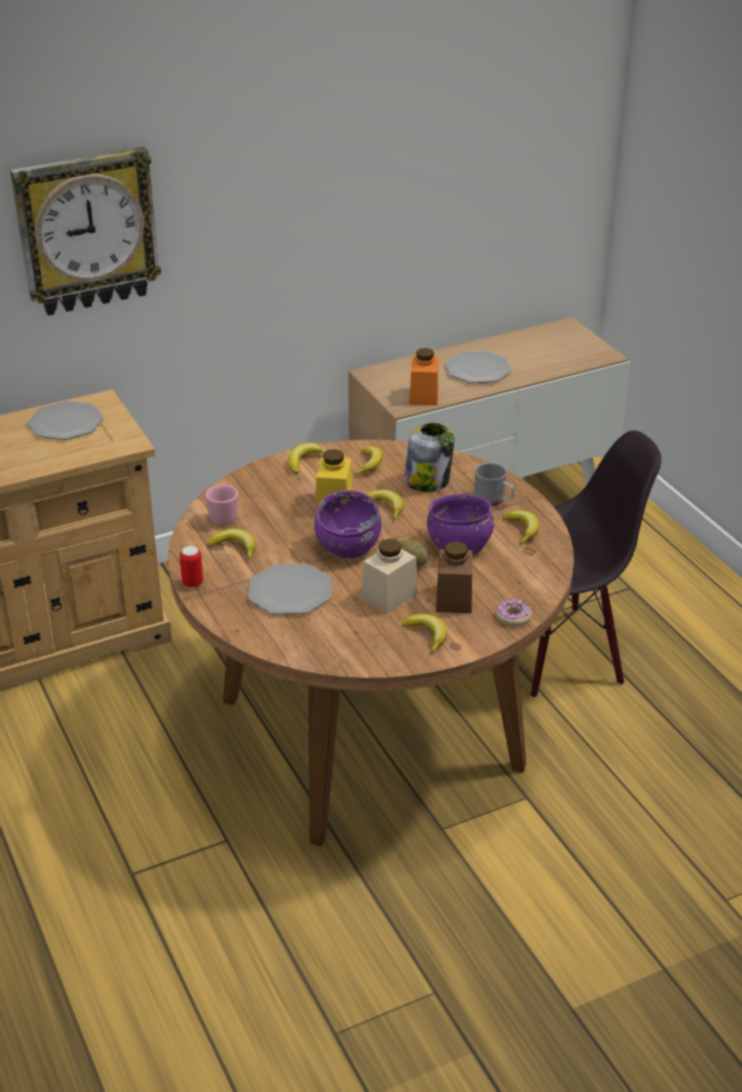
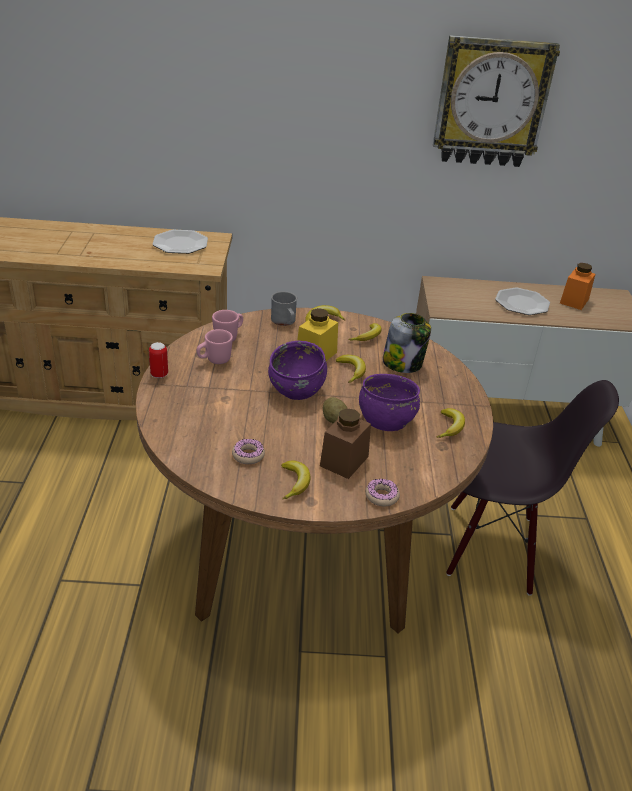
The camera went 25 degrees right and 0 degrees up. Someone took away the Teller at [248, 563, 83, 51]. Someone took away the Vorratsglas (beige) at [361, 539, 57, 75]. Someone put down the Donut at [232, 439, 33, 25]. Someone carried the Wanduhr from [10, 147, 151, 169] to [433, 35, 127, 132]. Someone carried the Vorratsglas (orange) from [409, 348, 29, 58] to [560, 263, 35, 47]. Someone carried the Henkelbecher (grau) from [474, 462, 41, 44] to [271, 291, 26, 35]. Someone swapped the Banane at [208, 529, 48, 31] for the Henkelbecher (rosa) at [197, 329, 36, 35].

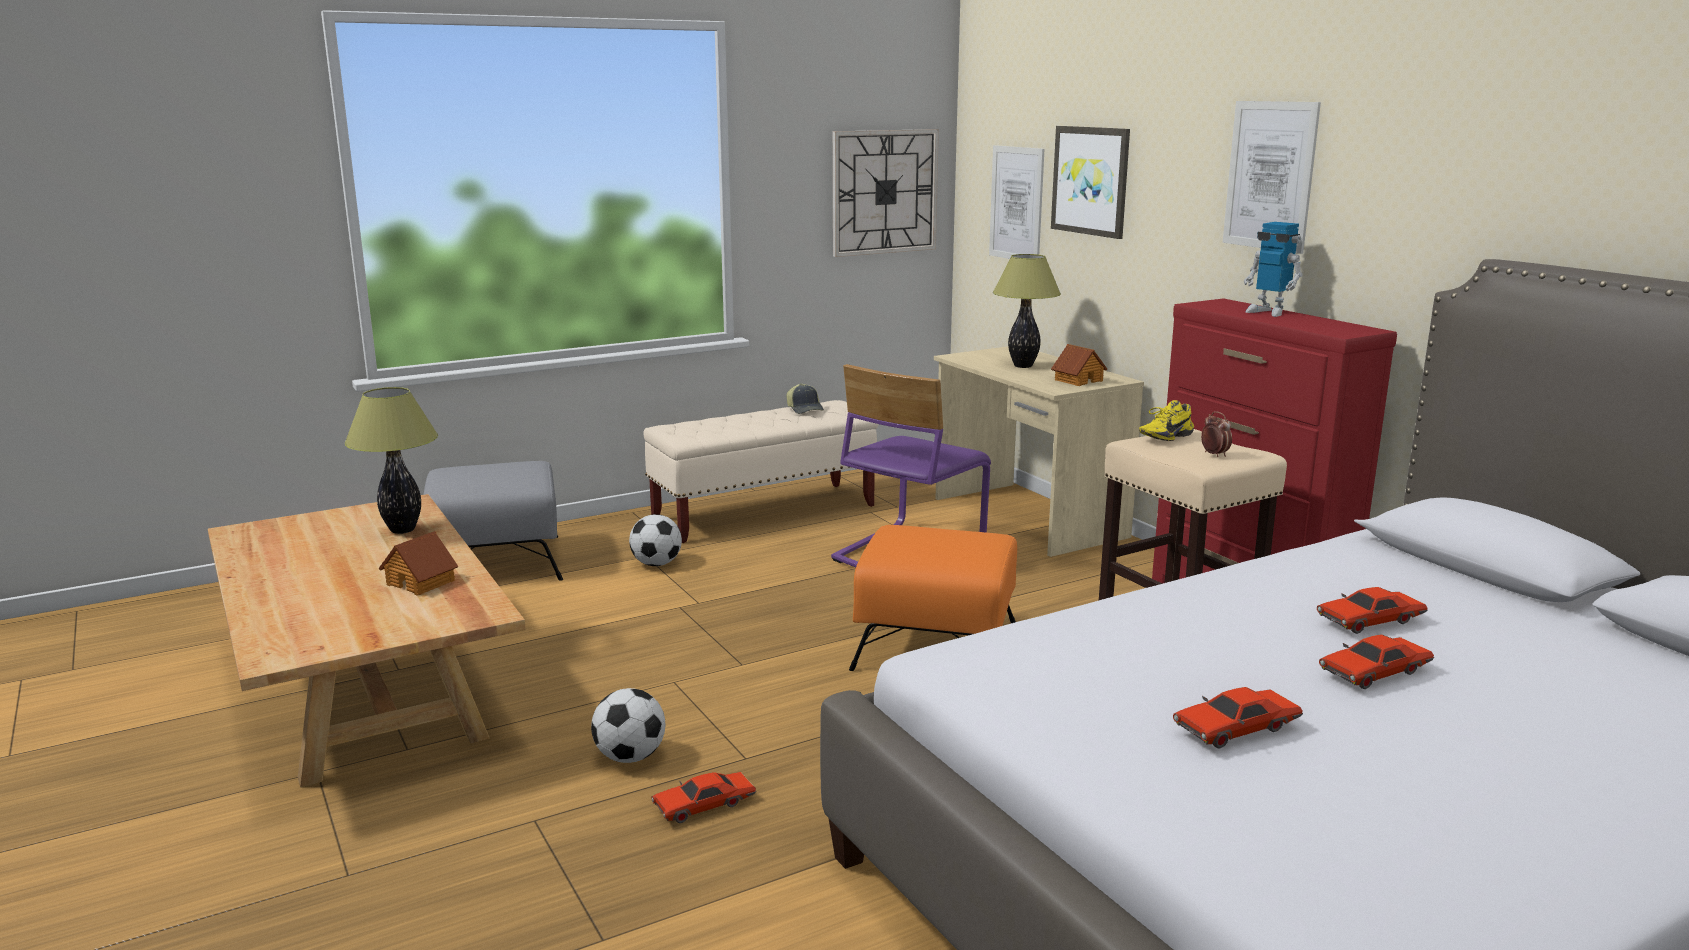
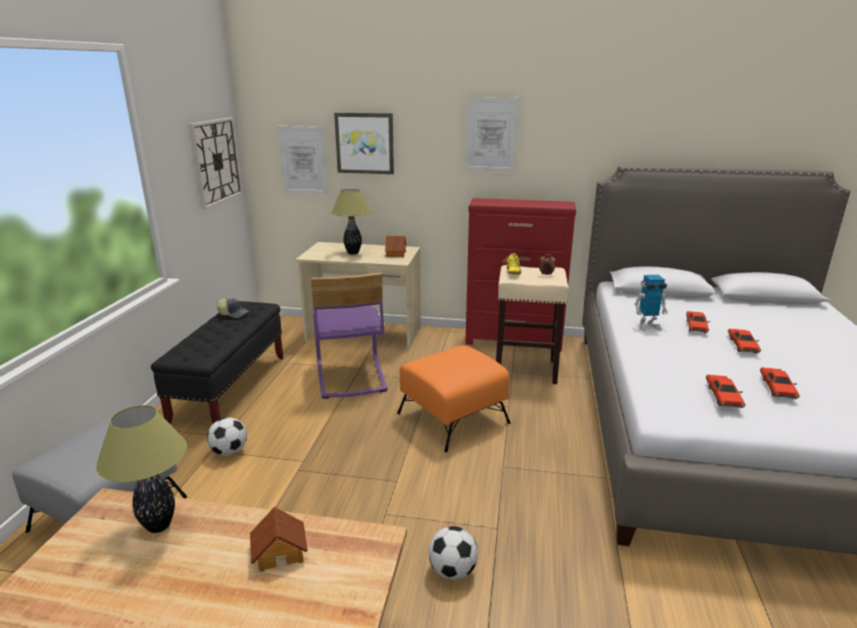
The camera went 50 degrees left and 5 degrees up. Someone carried the Spielzeugauto (rot) from [651, 772, 105, 51] to [706, 375, 39, 33]. Someone carried the Spielzeugroboter from [1244, 222, 59, 95] to [634, 275, 34, 56]. Someone repainted the Bank (beige) at [644, 400, 234, 143], which became the Bank (schwarz) at [151, 301, 132, 123].

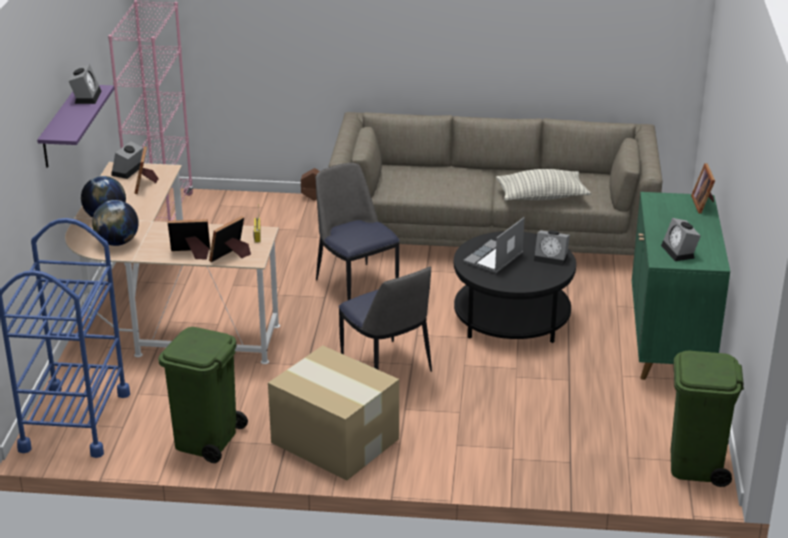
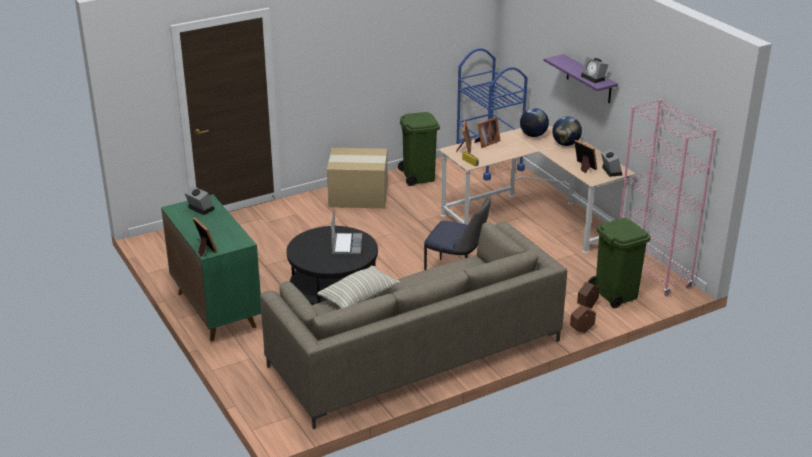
The camera went 145 degrees right and 0 degrees up. Someone took away the Stuhl at [339, 267, 93, 105]. Someone took away the Wecker at [534, 230, 36, 36]. Someone put down the Pflanzkübel (braun) at [577, 282, 23, 26]. Someone carried the Mülleimer (grün) from [671, 351, 73, 136] to [588, 218, 63, 90].

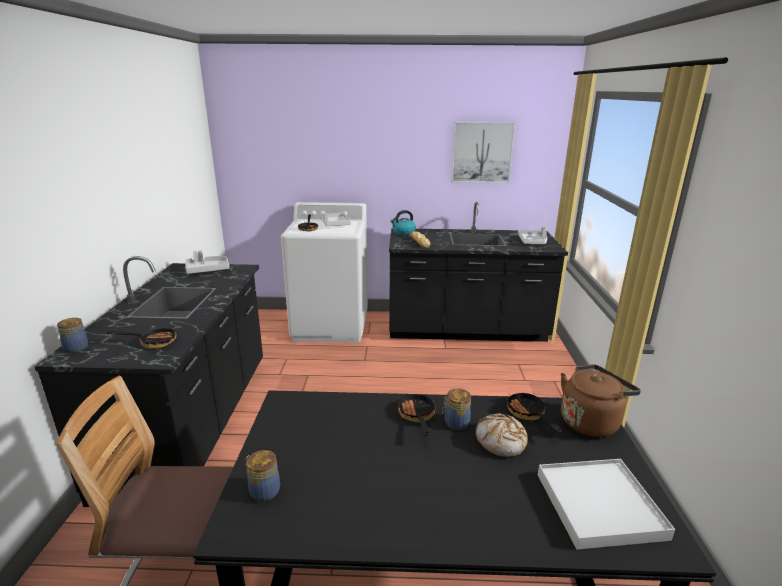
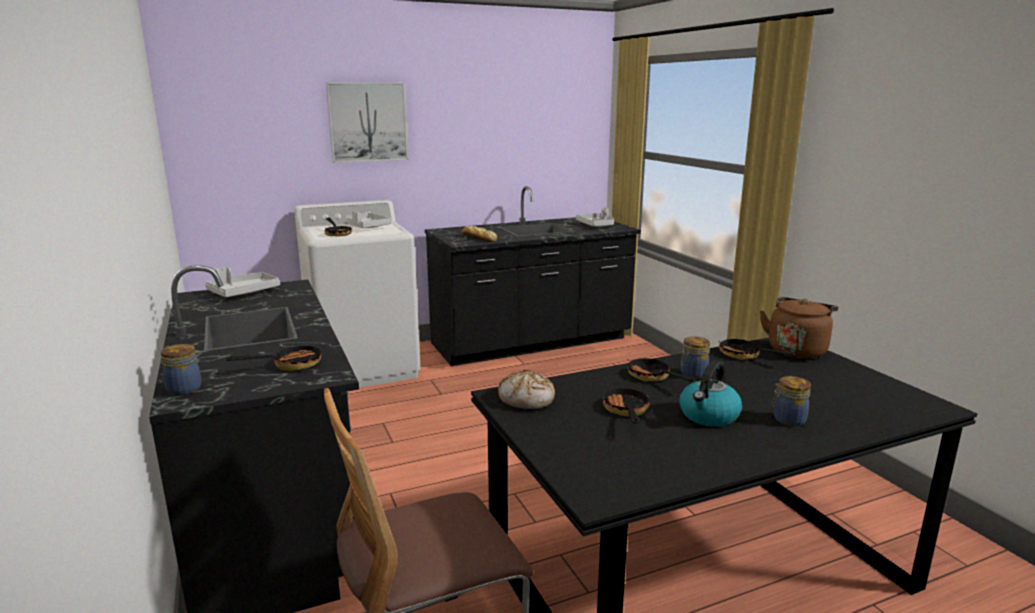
The camera went 25 degrees left and 5 degrees down. Someone took away the Tablett (weiß) at [538, 459, 137, 91]. Someone put down the Pfanne at [603, 386, 47, 38]. Someone carried the Vorratsglas from [246, 450, 34, 52] to [772, 376, 39, 50]. Someone carried the Wasserkessel from [391, 210, 25, 25] to [680, 361, 62, 66]. Someone carried the Bild from [451, 121, 65, 62] to [326, 82, 82, 81]. Someone carried the Brot from [476, 413, 52, 44] to [499, 370, 56, 39].

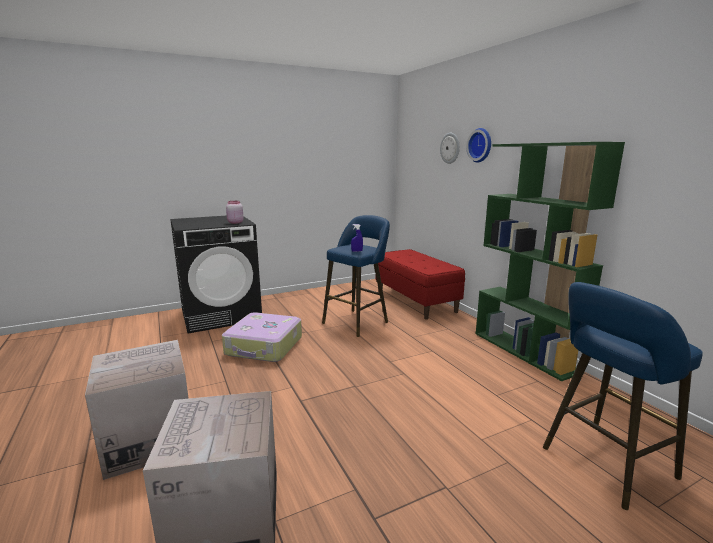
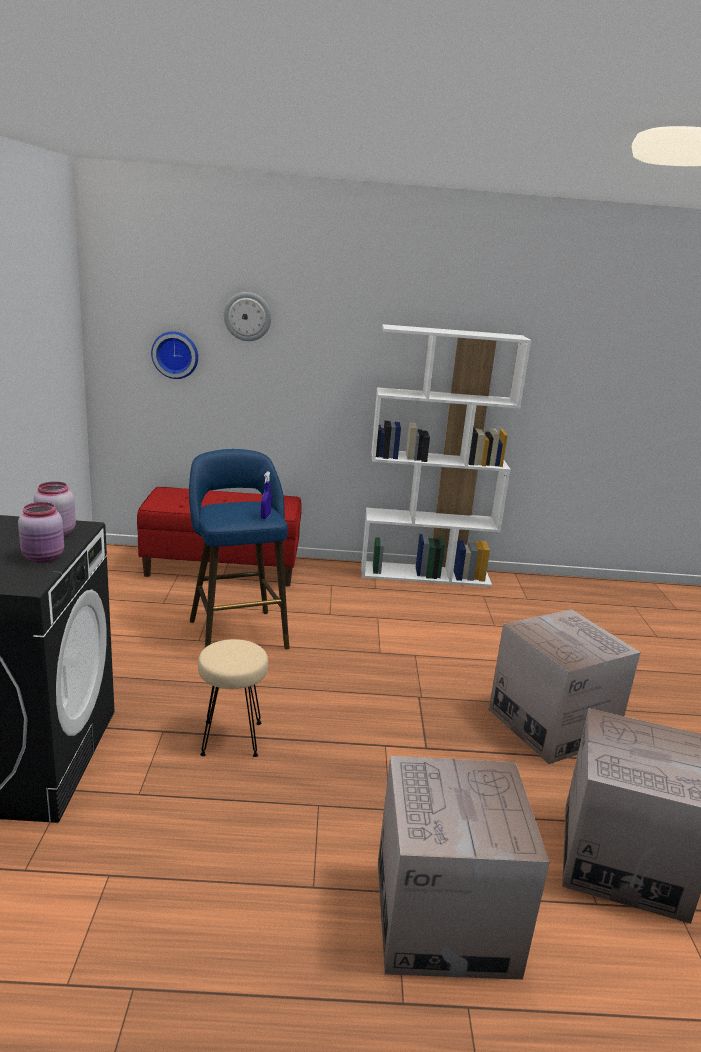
The camera went 65 degrees left and 5 degrees up. Someone took away the Hocker (blau) at [543, 282, 160, 228]. Someone put down the Vorratsglas (rosa) at [18, 502, 46, 61]. Someone put down the Karton at [489, 609, 152, 155]. Someone carried the Wanduhr from [466, 128, 25, 35] to [151, 331, 47, 48]. Someone swapped the Koffer at [222, 312, 80, 50] for the Hocker (beige) at [198, 639, 70, 118]. Someone repainted the Bücherregal (grün) at [476, 142, 149, 239], which became the Bücherregal (weiß) at [361, 324, 171, 263].

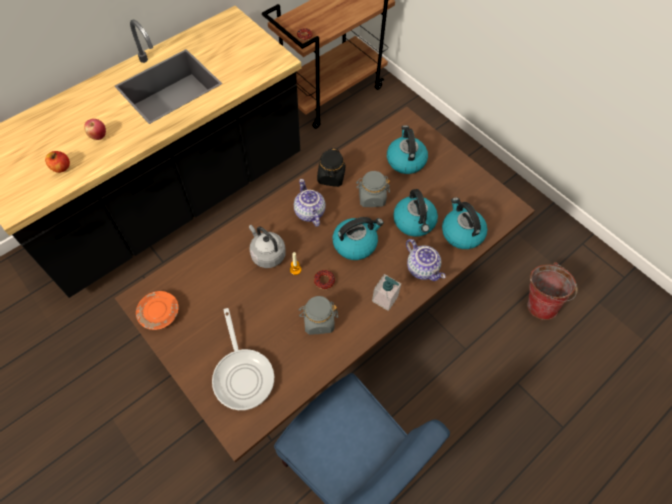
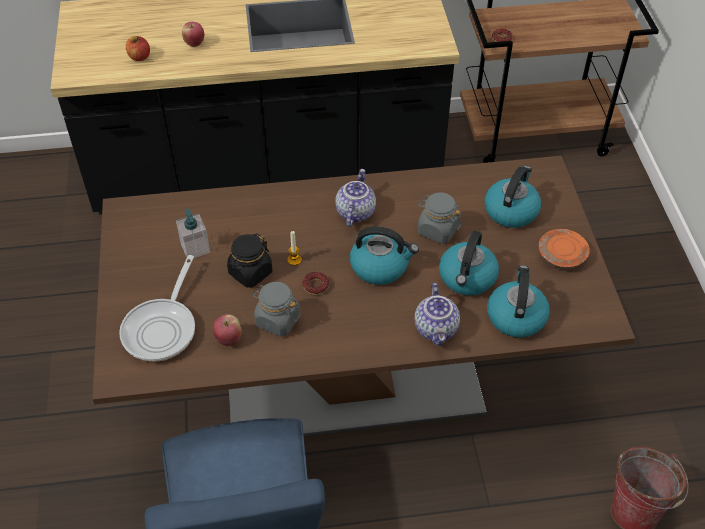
The camera went 35 degrees right and 10 degrees down. Someone took away the Wasserkessel (grau) at [249, 225, 37, 43]. Someone put down the Apfel at [213, 314, 29, 32]. Someone carried the Teller (orange) from [136, 291, 43, 39] to [539, 229, 51, 40]. Someone carried the Vorratsglas (schwarz) from [317, 148, 28, 39] to [227, 233, 45, 55]. Someone carried the Seifenspender from [372, 274, 29, 37] to [176, 209, 34, 49].

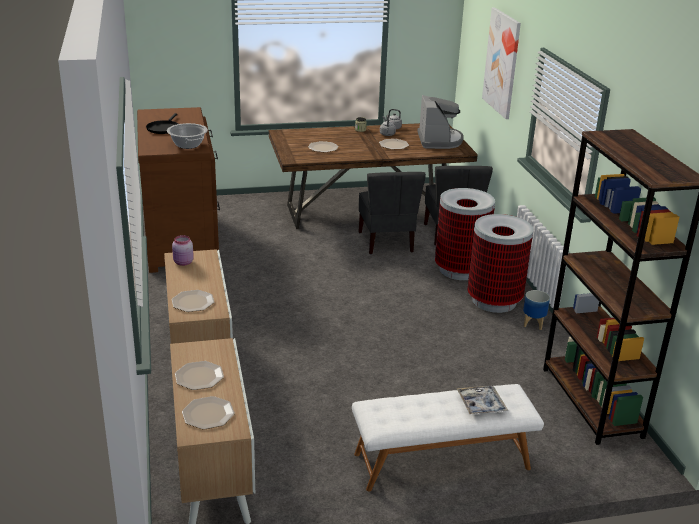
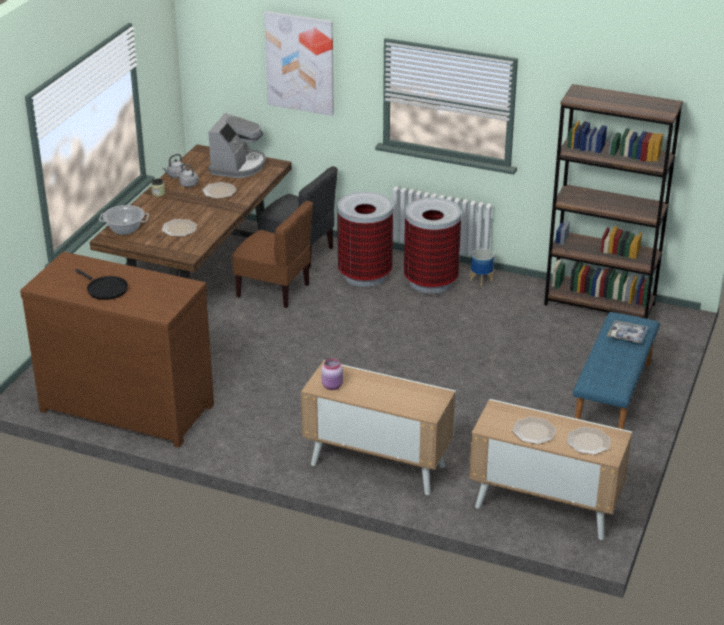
The camera went 55 degrees left and 5 degrees up. Someone took away the Teller at [172, 290, 42, 22]. Someone carried the Kochtopf from [167, 123, 41, 26] to [99, 205, 50, 30]. Someone repainted the Bank (weiß) at [352, 384, 192, 107], which became the Bank (blau) at [573, 312, 87, 117]. Someone repainted the Stuhl (grau) at [358, 172, 68, 82], which became the Stuhl (braun) at [232, 201, 81, 107]. Someone rotated the Kaffeemaschine at [418, 95, 46, 54] by 75 degrees clockwise.

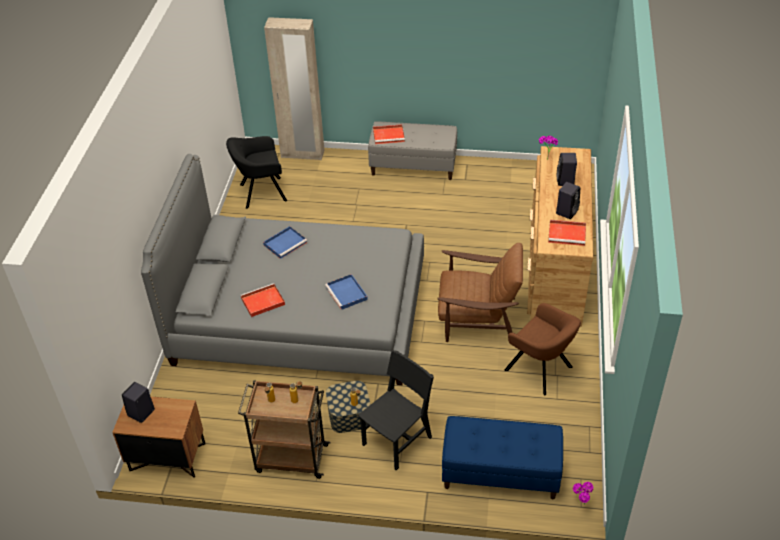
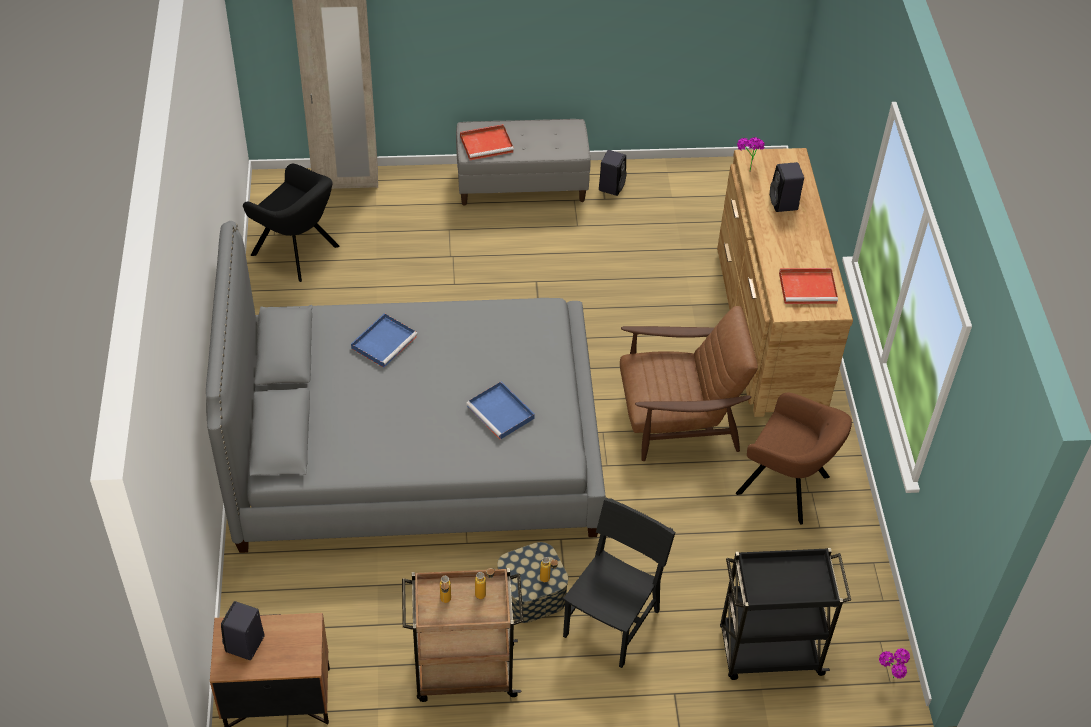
The camera went 15 degrees left and 5 degrees up. Someone took away the Tablett (rot) at [241, 283, 44, 34]. Someone carried the Lautsprecher (schwarz) from [556, 182, 24, 37] to [599, 150, 28, 46]. Someone swapped the Bank (blau) at [442, 416, 121, 83] for the Rollwagen (schwarz) at [720, 548, 131, 132]. Someone rotated the Sessel (schwarz) at [226, 136, 61, 73] by 120 degrees counterclockwise.

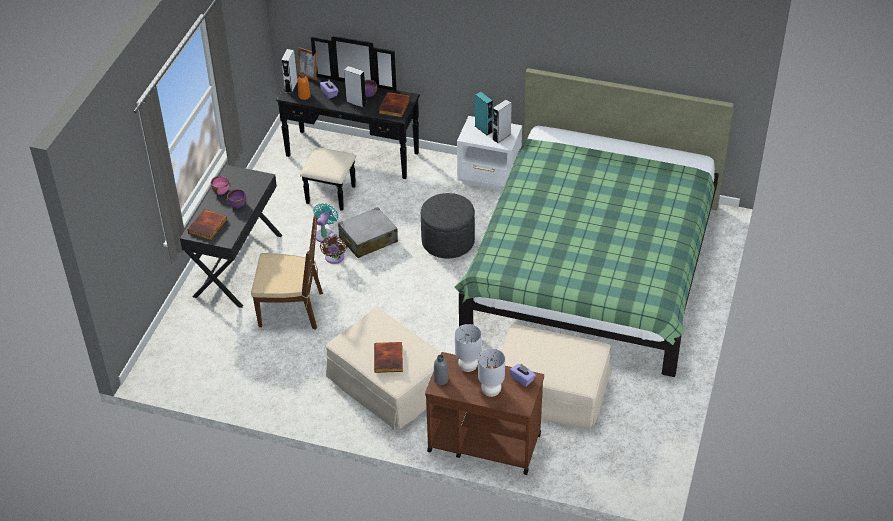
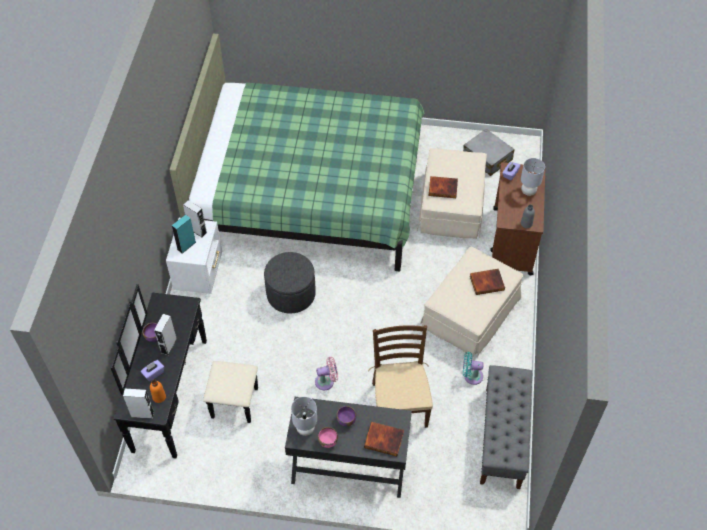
The camera went 100 degrees left and 10 degrees up. Someone took away the Bilderrahmen at [298, 47, 19, 33]. Someone put down the Bank (grau) at [480, 365, 52, 124]. Someone carried the Ventilator (türkis) from [313, 203, 25, 39] to [463, 352, 21, 33]. Someone carried the Koffer (grau) from [338, 207, 60, 51] to [463, 129, 51, 47]. Someone carried the Buch from [378, 92, 32, 26] to [429, 176, 29, 22]. Someone carried the Tischlampe (grau) from [455, 324, 27, 48] to [291, 397, 26, 39]. Someone repainted the Ventilator (braun) at [320, 233, 27, 31], which became the Ventilator (rosa) at [315, 357, 23, 34].

